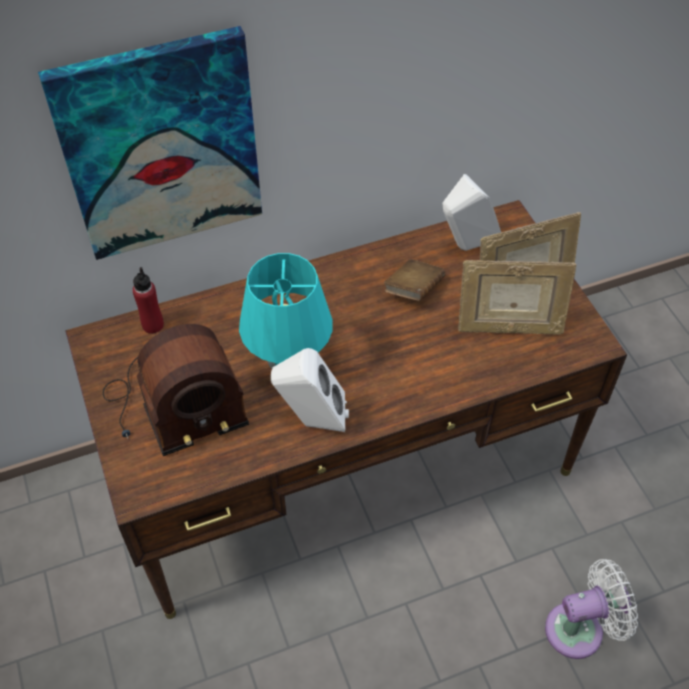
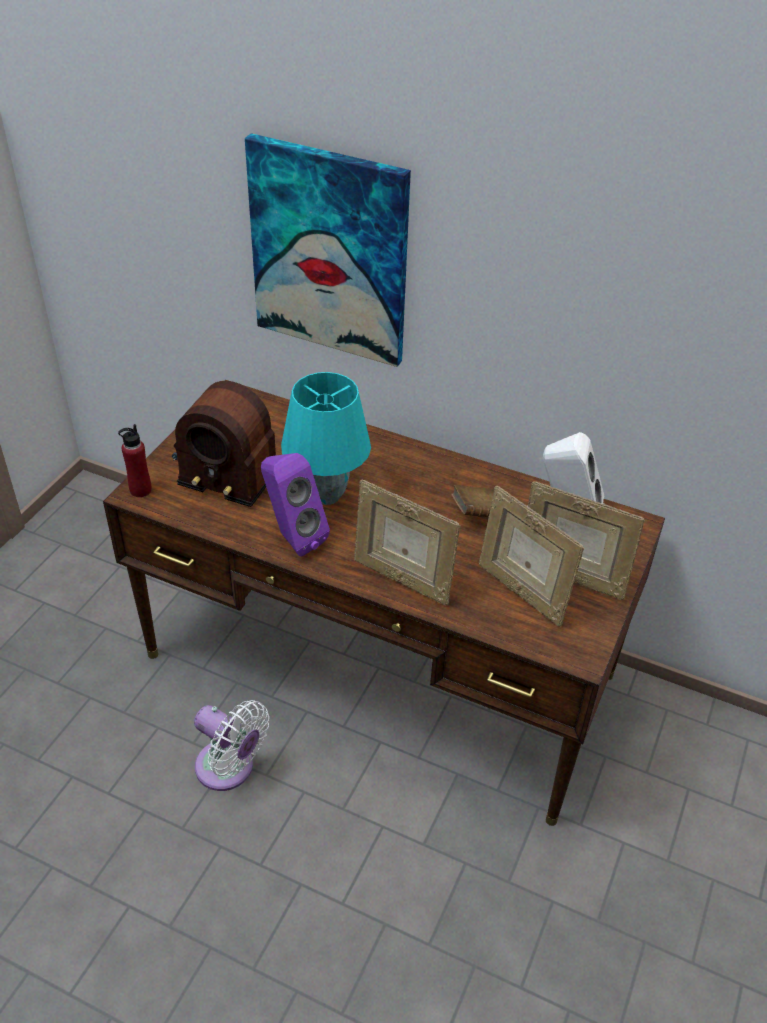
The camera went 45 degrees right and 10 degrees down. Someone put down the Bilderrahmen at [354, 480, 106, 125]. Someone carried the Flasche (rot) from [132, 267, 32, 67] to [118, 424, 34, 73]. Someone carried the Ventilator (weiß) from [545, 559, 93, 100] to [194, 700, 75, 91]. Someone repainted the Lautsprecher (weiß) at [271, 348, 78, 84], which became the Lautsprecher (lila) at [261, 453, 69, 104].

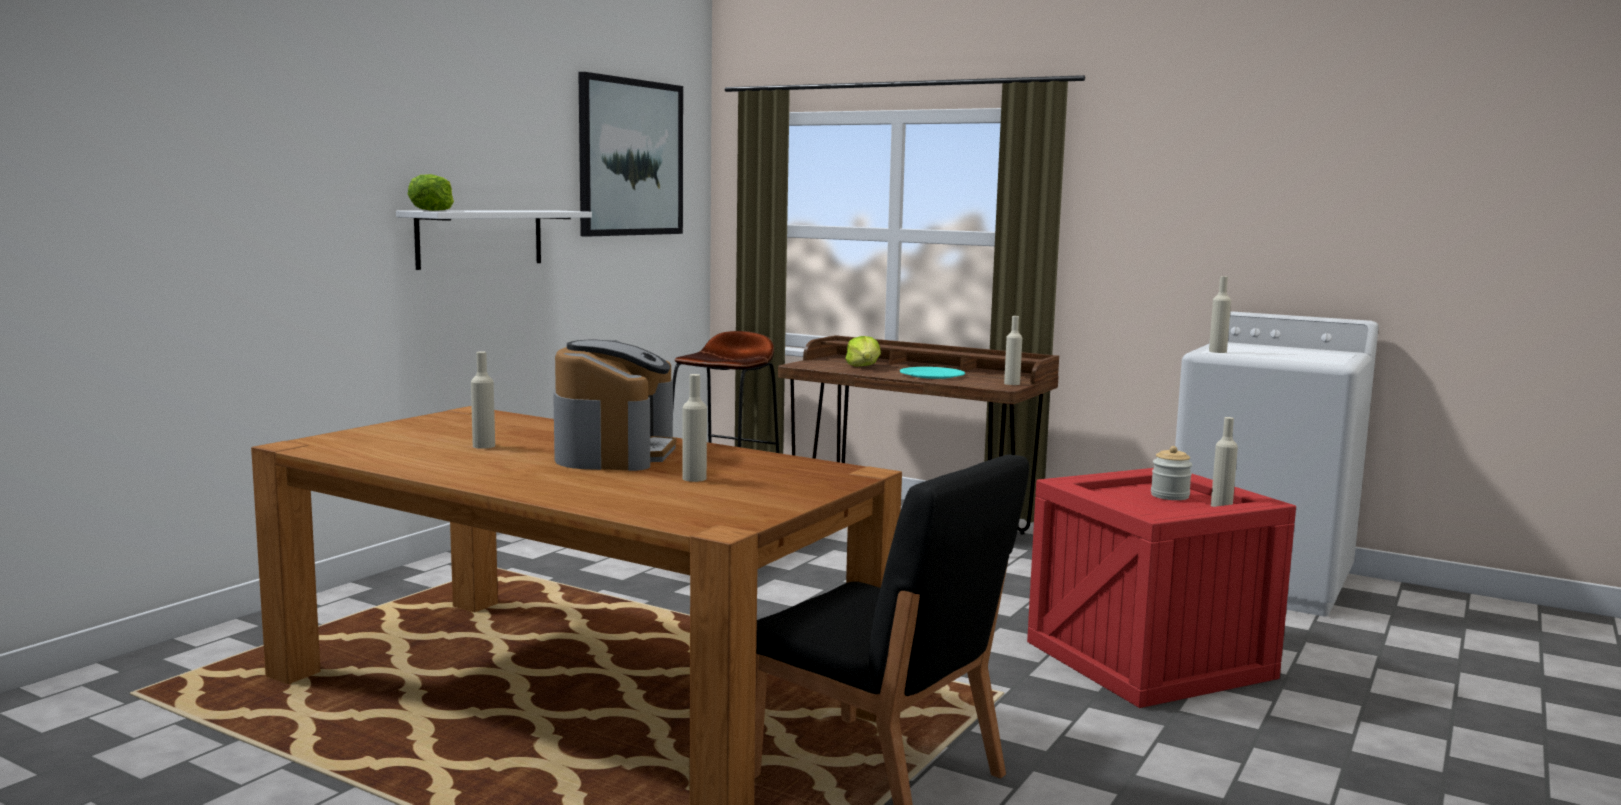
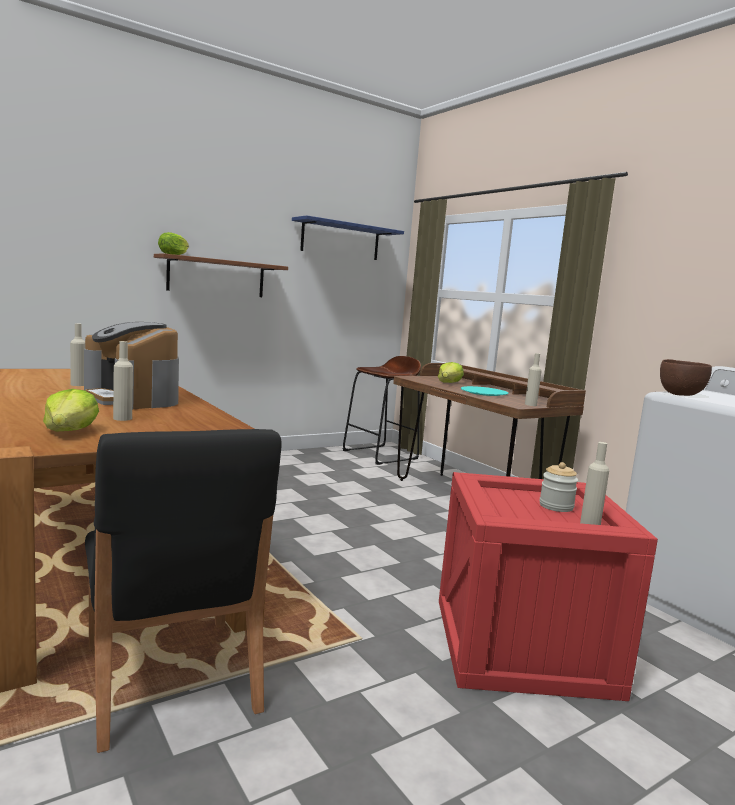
The camera went 25 degrees right and 0 degrees up. Someone put down the Salatkopf at [43, 389, 56, 42]. Someone swapped the Bild at [578, 72, 105, 165] for the Wandregal (blau) at [292, 215, 112, 45]. Someone swapped the Flasche (beige) at [1209, 276, 22, 77] for the Schüssel (braun) at [660, 359, 52, 37]. Someone repainted the Wandregal (weiß) at [396, 210, 196, 60], which became the Wandregal (braun) at [154, 253, 134, 44]. Someone rotated the Kaffeemaschine at [553, 340, 123, 131] by 105 degrees clockwise.

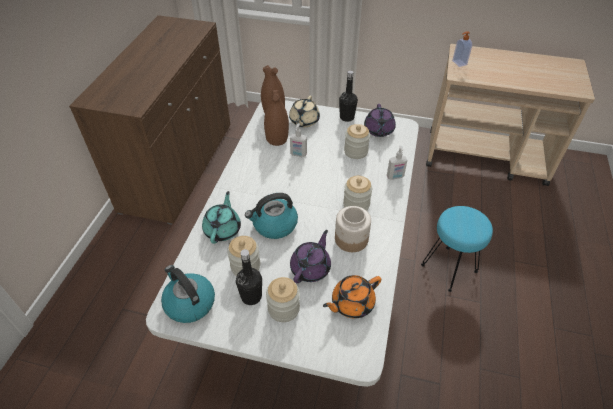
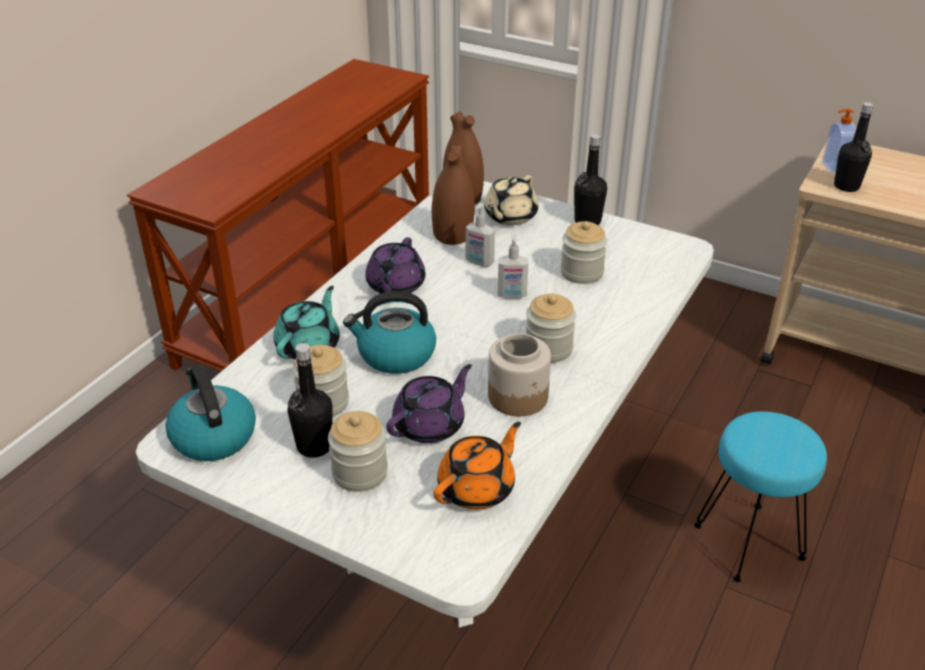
The camera went 15 degrees right and 10 degrees down. Someone put down the Flasche (schwarz) at [834, 102, 39, 90]. Someone carried the Teekanne (lila) from [364, 104, 32, 33] to [365, 237, 61, 57]. Someone carried the Seifenspender from [387, 145, 20, 35] to [498, 234, 30, 65]. Someone swapped the Schrank (braun) at [69, 15, 161, 210] for the Konsolentisch (braun) at [127, 59, 302, 312]. Someone rotated the Teekanne (orange) at [323, 275, 58, 44] by 150 degrees clockwise.

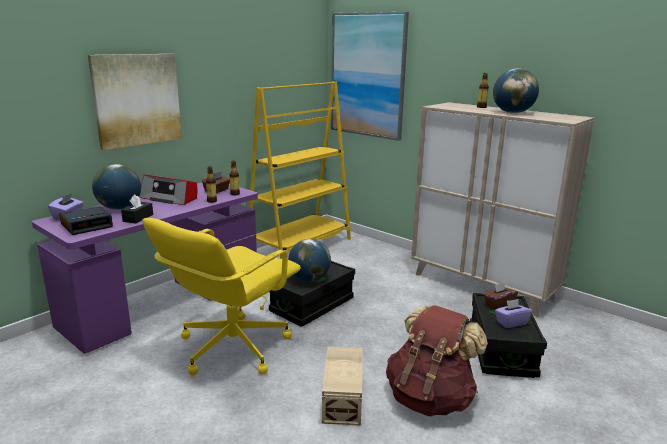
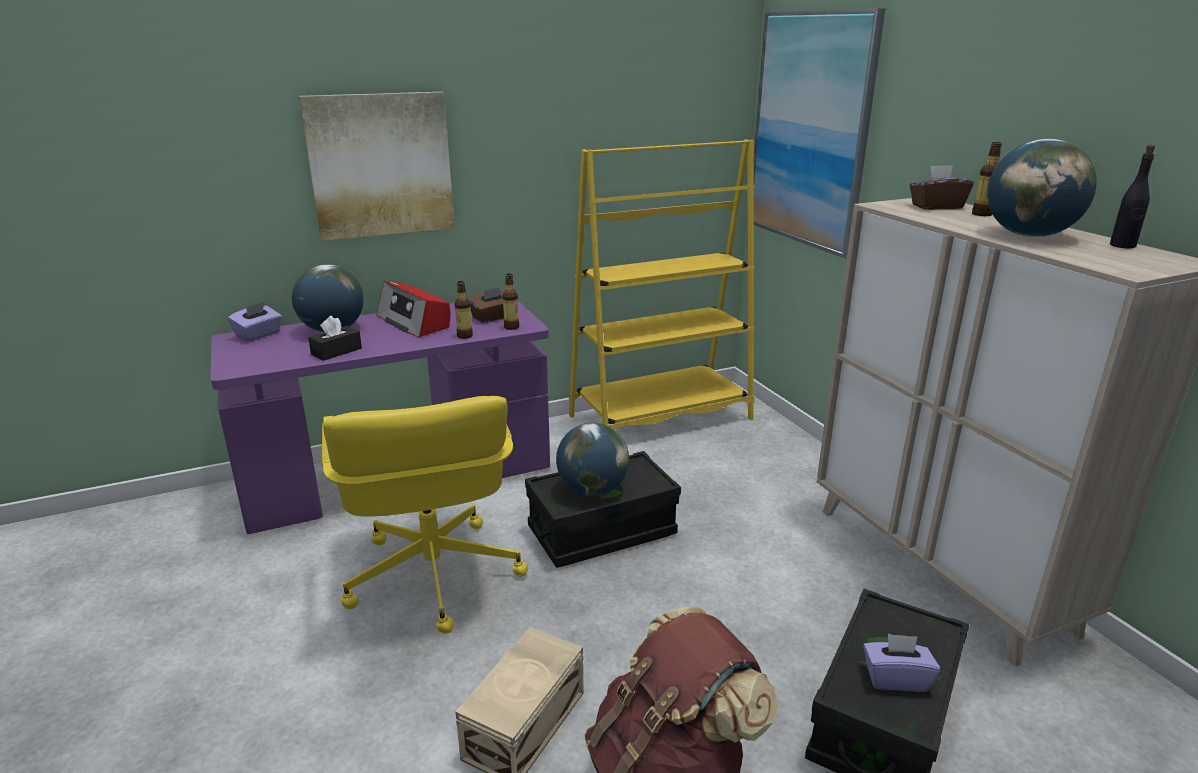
The camera went 25 degrees right and 5 degrees up. Someone took away the Wecker at [59, 206, 54, 29]. Someone put down the Flasche (schwarz) at [1110, 145, 45, 104]. Someone carried the Taschentuchbox (braun) from [484, 282, 34, 28] to [910, 165, 64, 45]. Someone rotated the Bürostuhl (gelb) at [143, 218, 158, 158] by 75 degrees counterclockwise.

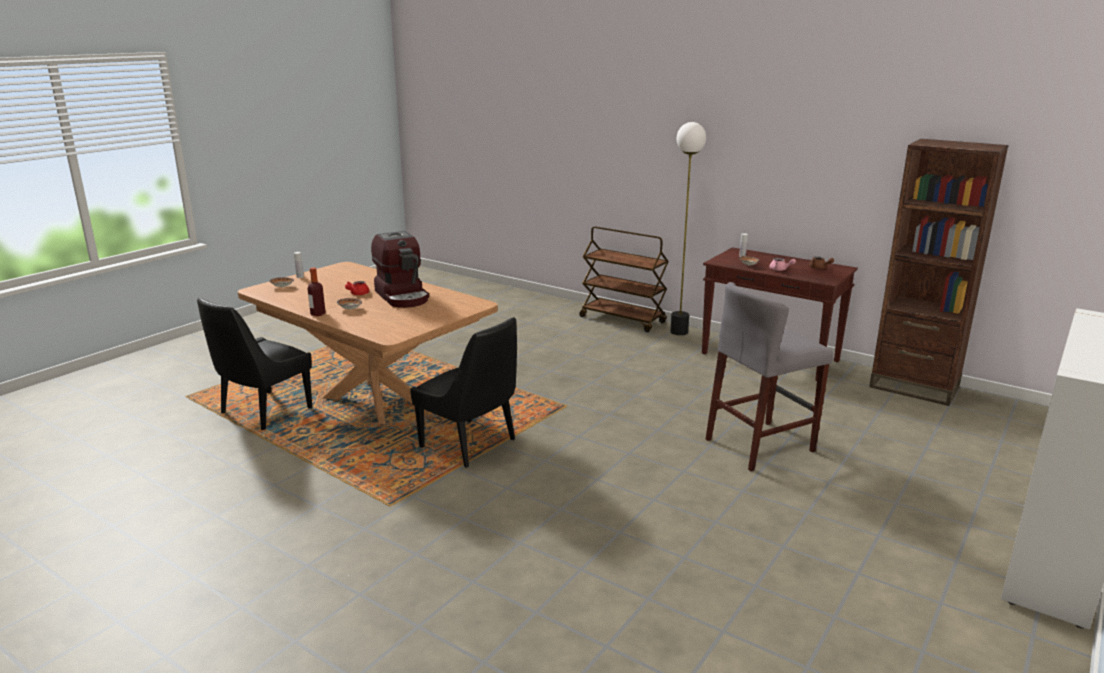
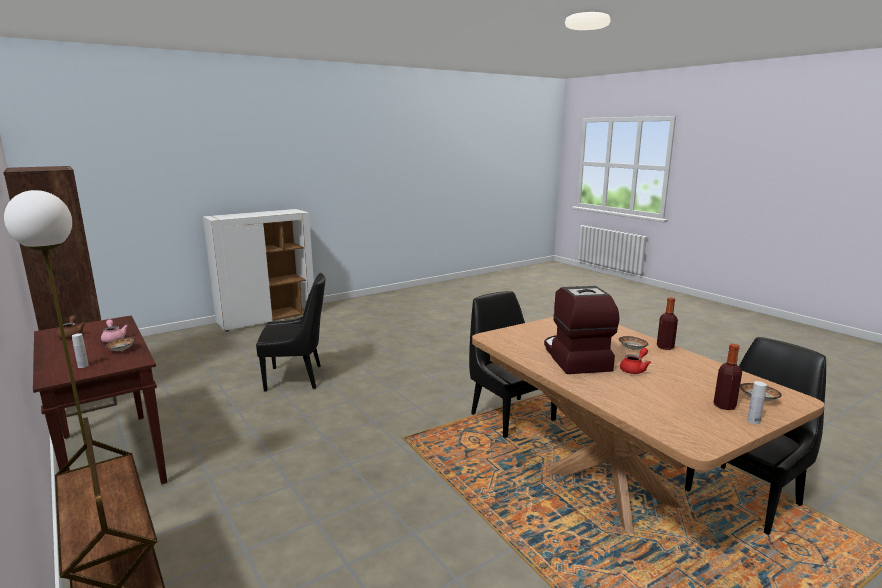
The camera went 160 degrees left and 5 degrees down. Someone put down the Flasche at [713, 344, 29, 66]. Someone swapped the Hocker (grau) at [706, 282, 128, 189] for the Stuhl (schwarz) at [256, 273, 70, 119].

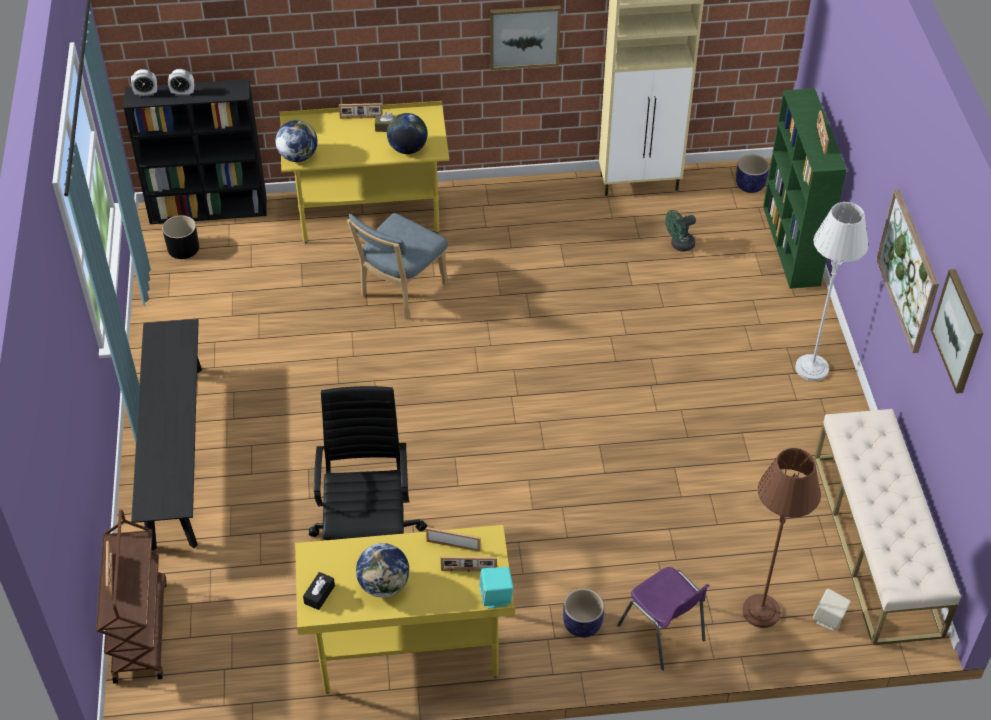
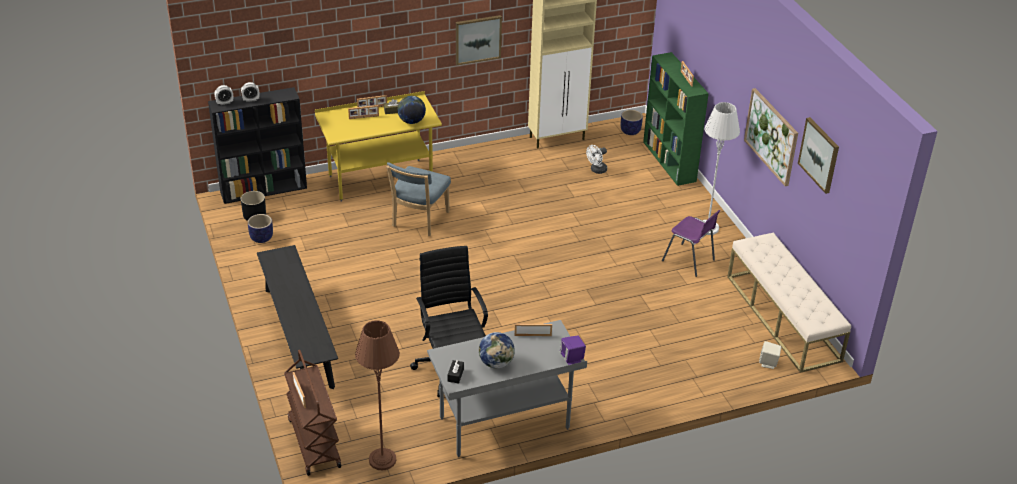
The camera went 15 degrees left and 10 degrees down. Someone took away the Globus at [275, 120, 43, 42]. Someone carried the Bilderrahmen from [441, 556, 56, 16] to [348, 105, 31, 14]. Someone carried the Pflanzkübel from [563, 588, 41, 50] to [248, 214, 25, 29]. Someone carried the Stuhl (lila) from [617, 567, 93, 103] to [662, 210, 58, 67]. Someone carried the Stehlampe (braun) from [742, 448, 79, 180] to [355, 320, 45, 150]. Someone repainted the Schreibtisch (gelb) at [295, 525, 220, 169], which became the Schreibtisch (grau) at [427, 320, 160, 137]. Someone repainted the Lautsprecher (türkis) at [479, 567, 34, 42], which became the Lautsprecher (lila) at [560, 335, 26, 30]. Someone repainted the Ventilator (grün) at [665, 210, 31, 42], which became the Ventilator (weiß) at [586, 145, 21, 29].

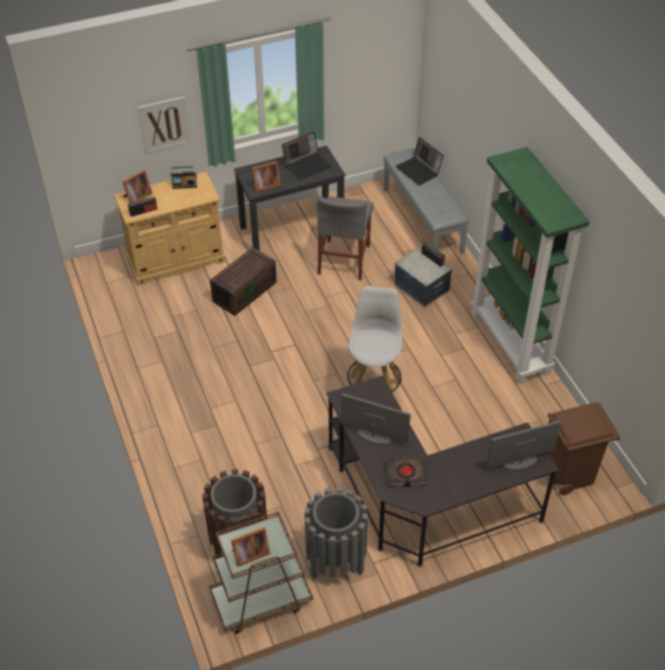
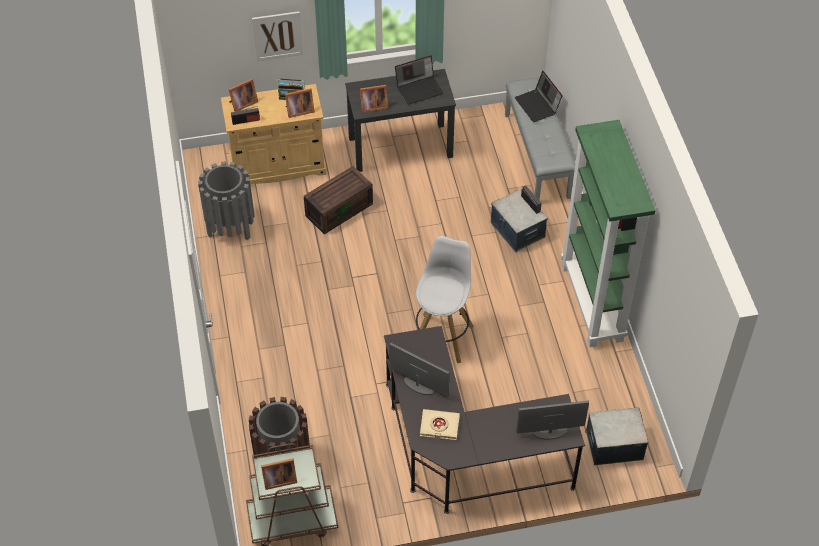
The camera went 10 degrees right and 5 degrees up. Someone took away the Stuhl (grau) at [317, 195, 56, 85]. Someone put down the Bilderrahmen at [285, 88, 30, 30]. Someone carried the Mülleimer (grau) from [304, 487, 64, 92] to [198, 162, 56, 78]. Someone swapped the Mülleimer (braun) at [547, 402, 73, 93] for the Aufbewahrungsbox at [585, 407, 63, 58]. Someone repainted the Buch (schwarz) at [385, 457, 42, 30], which became the Buch (beige) at [420, 409, 40, 31].

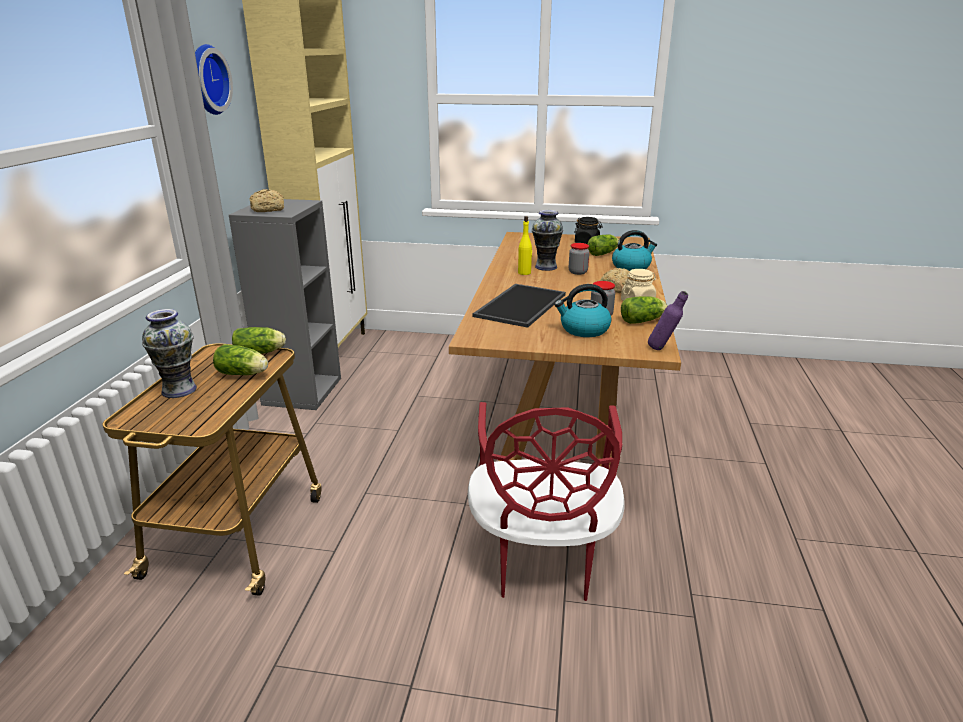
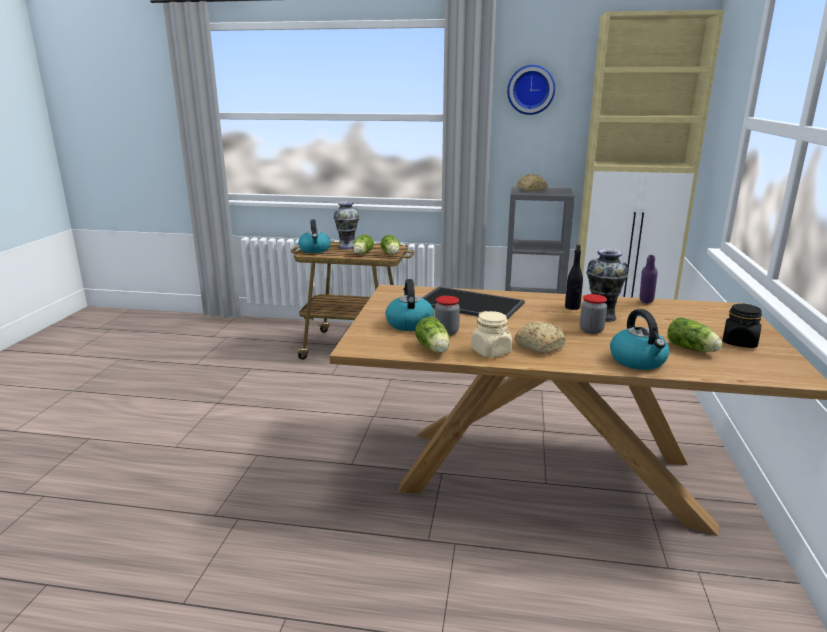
The camera went 90 degrees right and 5 degrees down. Someone took away the Stuhl (rot) at [468, 402, 157, 199]. Someone put down the Wasserkessel at [298, 219, 33, 34]. Someone carried the Flasche (lila) from [648, 291, 40, 59] to [640, 255, 18, 48]. Someone repainted the Flasche (gelb) at [518, 216, 14, 59], which became the Flasche (schwarz) at [565, 244, 18, 66].

